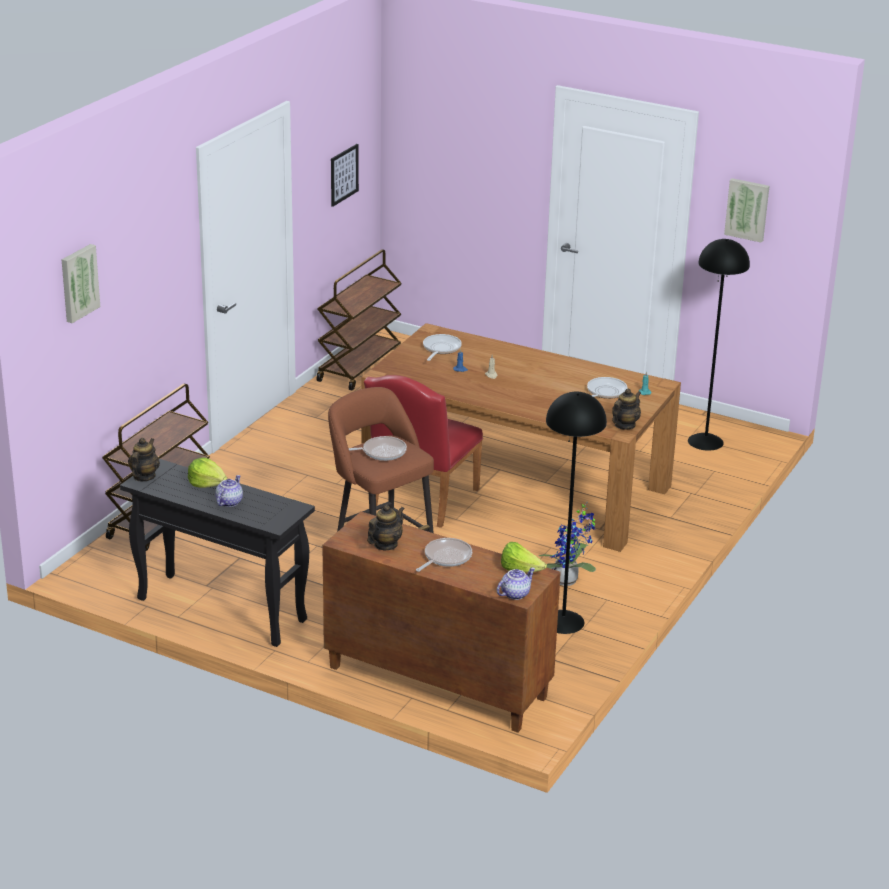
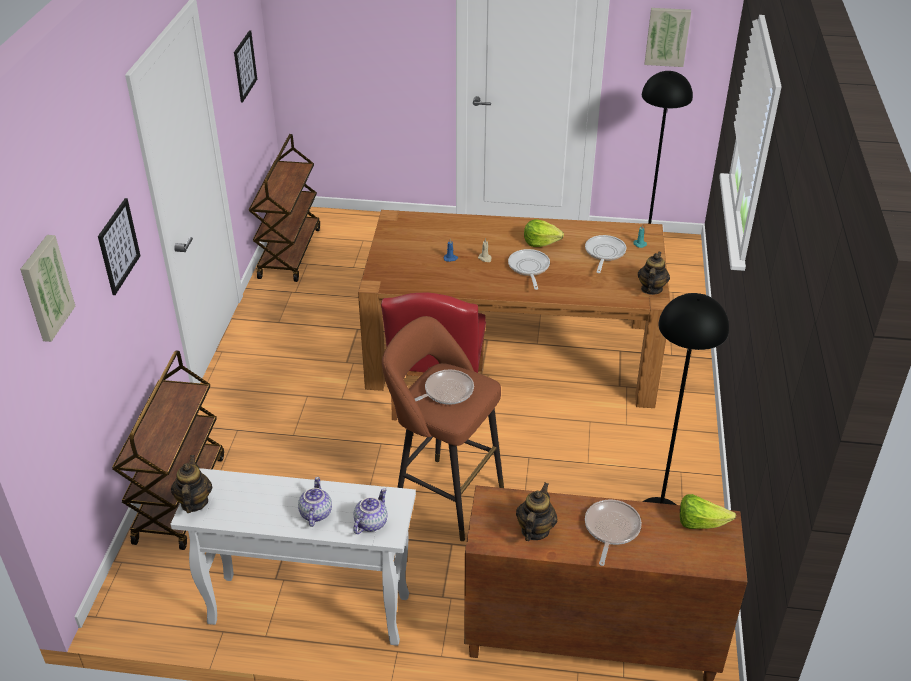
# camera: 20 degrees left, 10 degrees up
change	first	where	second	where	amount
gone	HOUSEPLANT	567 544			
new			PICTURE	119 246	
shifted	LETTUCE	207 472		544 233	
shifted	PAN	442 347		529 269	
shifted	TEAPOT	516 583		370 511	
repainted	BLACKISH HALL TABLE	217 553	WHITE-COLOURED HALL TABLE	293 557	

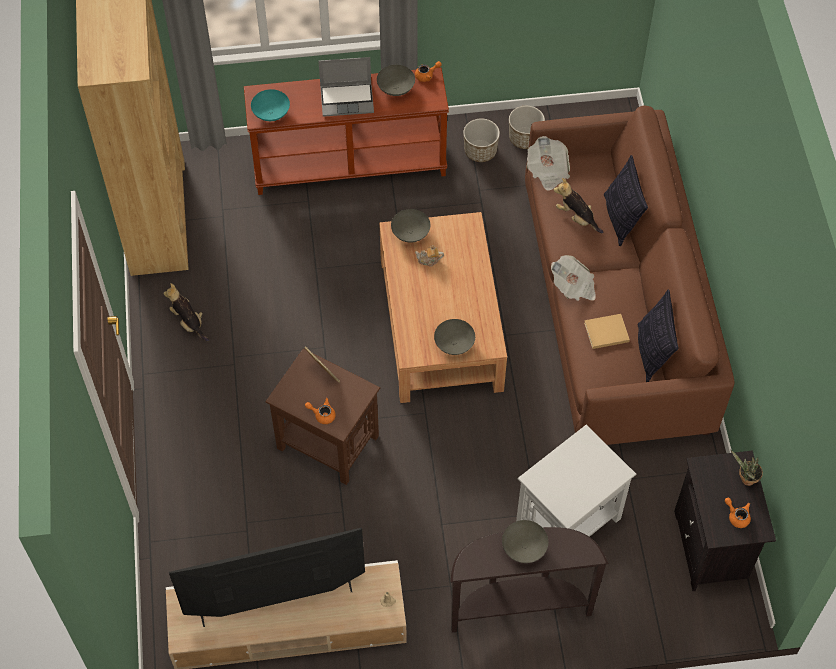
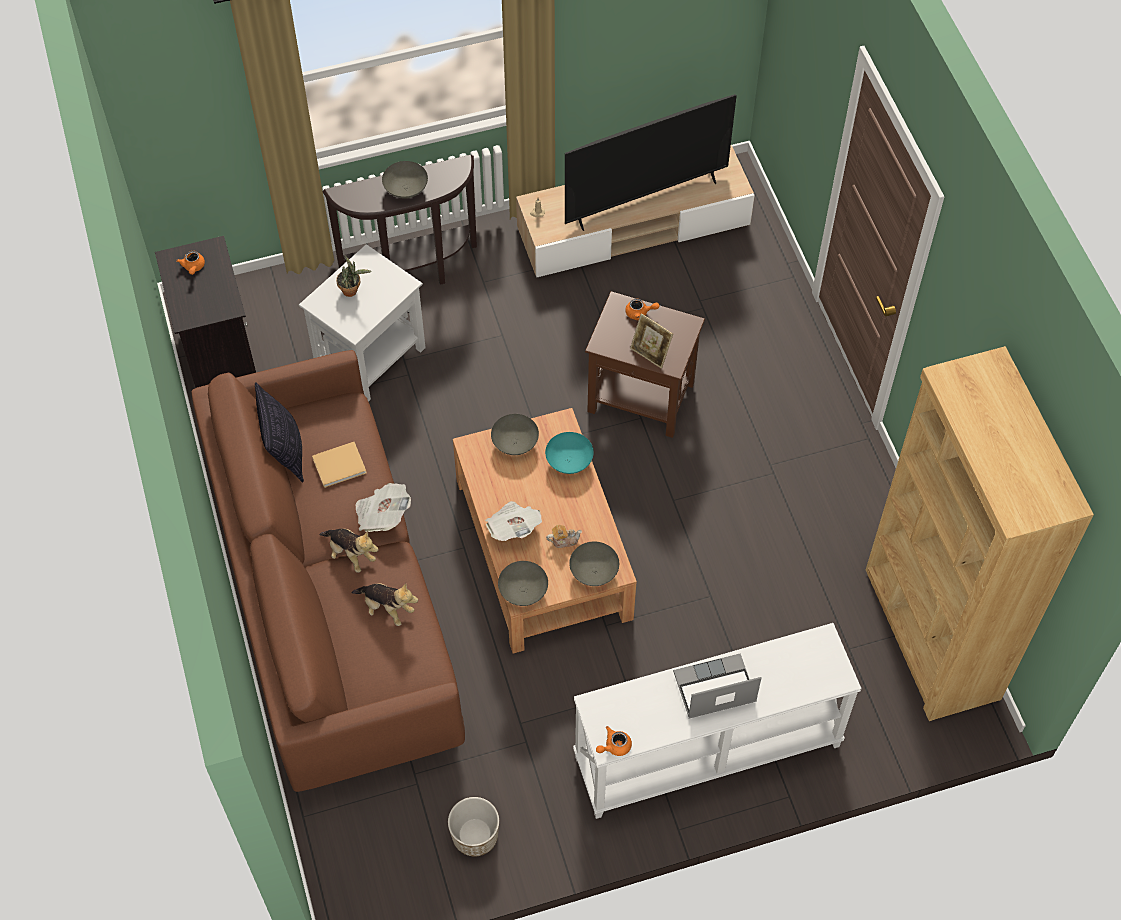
# camera: 170 degrees right, 0 degrees up
change	first	where	second	where	amount
gone	FLOWER POT	481 140			
gone	THROW PILLOW	626 200			
shifted	SOFT TOY	186 312		349 551	
shifted	TURQUOISE SERVING BOWL	270 105		569 453	
shifted	GREYISH SERVING BOWL	396 80		523 583	
shifted	DAILY PAPER	548 163		513 521	
shifted	HOUSEPLANT	747 468		354 276	
repainted	BROWN HALL TABLE	346 131	WHITE-COLOURED HALL TABLE	717 721	
rotated	ORANGEY TEAPOT	738 513		190 263	45 degrees clockwise

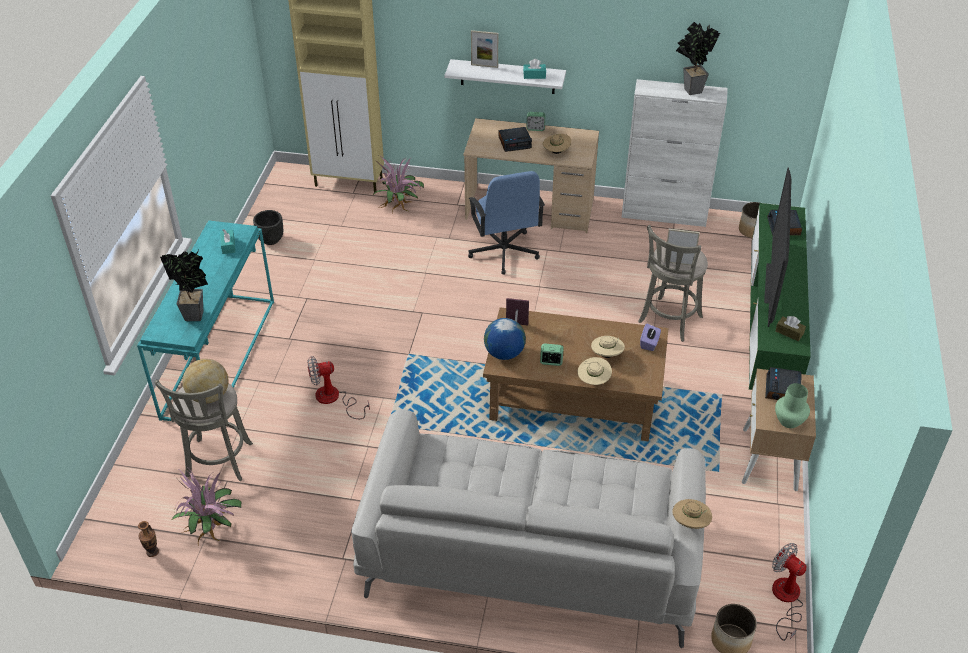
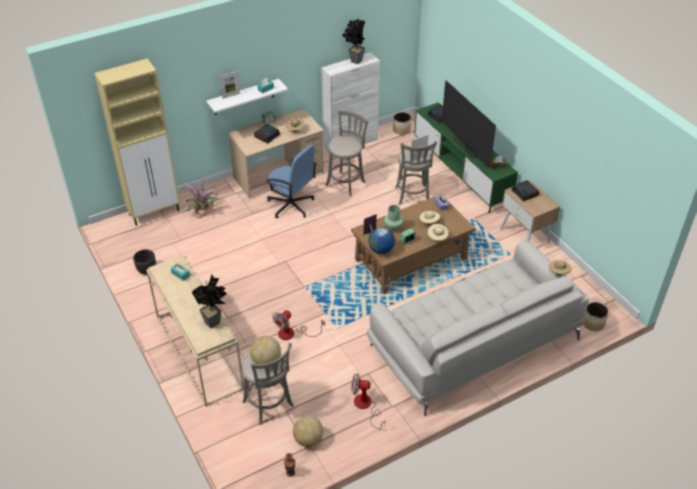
# camera: 40 degrees left, 0 degrees up
change	first	where	second	where	amount
new			GREYISH SITTING STOOL	347 153	
shifted	ELECTRIC FAN	789 592		368 401	
shifted	GREENISH FLOWER VASE	792 405		393 218	
swapped	HOUSEPLANT	206 506	DESK GLOBE	308 431	
repainted	TURQUOISE HALL TABLE	205 321	BEIGE HALL TABLE	195 331	

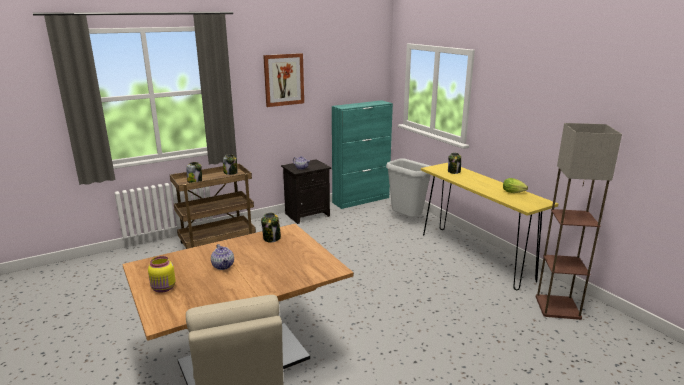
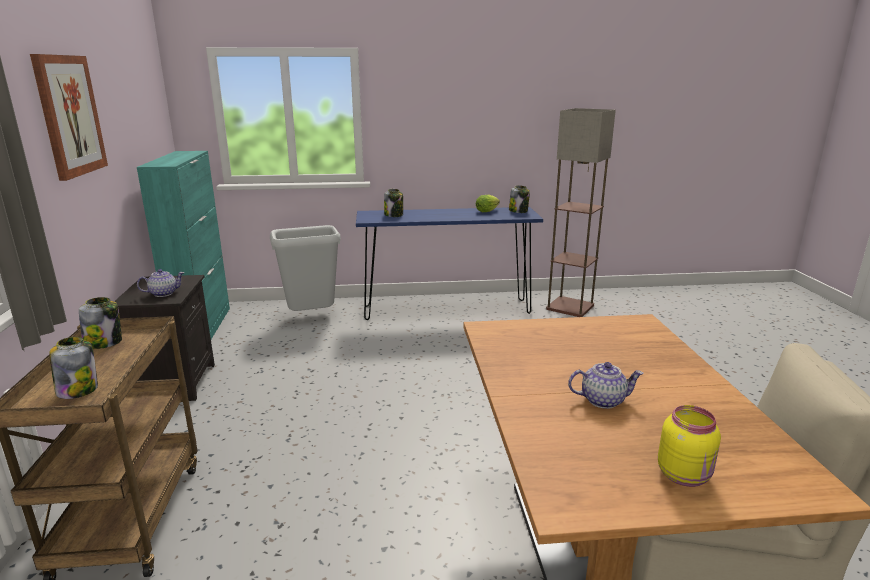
# camera: 65 degrees left, 0 degrees up
change	first	where	second	where	amount
shifted	JAR	271 227		519 199	
repainted	YELLOW-COLOURED HALL TABLE	489 226	BLUISH HALL TABLE	449 263	

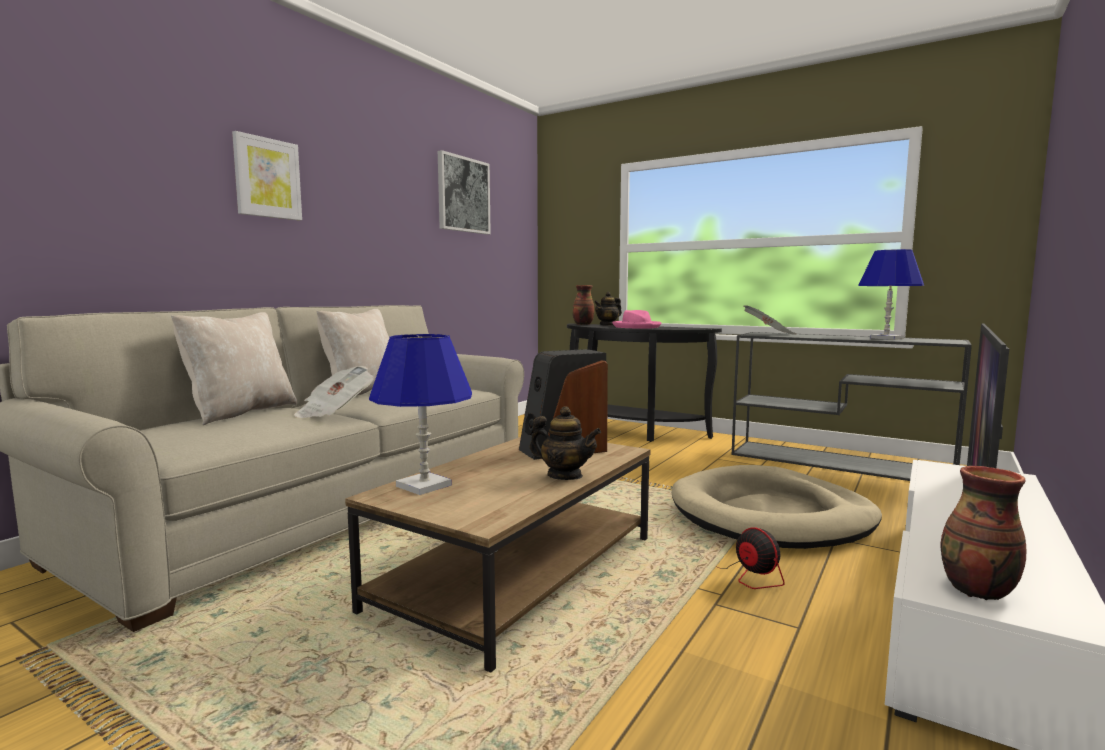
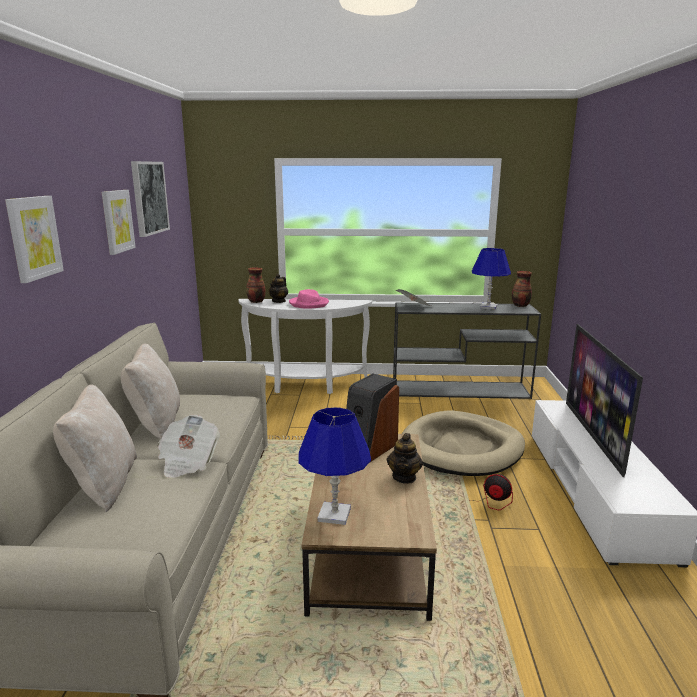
# camera: 30 degrees left, 10 degrees up
change	first	where	second	where	amount
new			PICTURE	119 222	
shifted	FLOWER VASE	983 533		522 289	
repainted	BLACKISH HALL TABLE	644 382	WHITE-COLOURED HALL TABLE	305 346	
rotated	TEAPOT	565 443		405 458	105 degrees clockwise

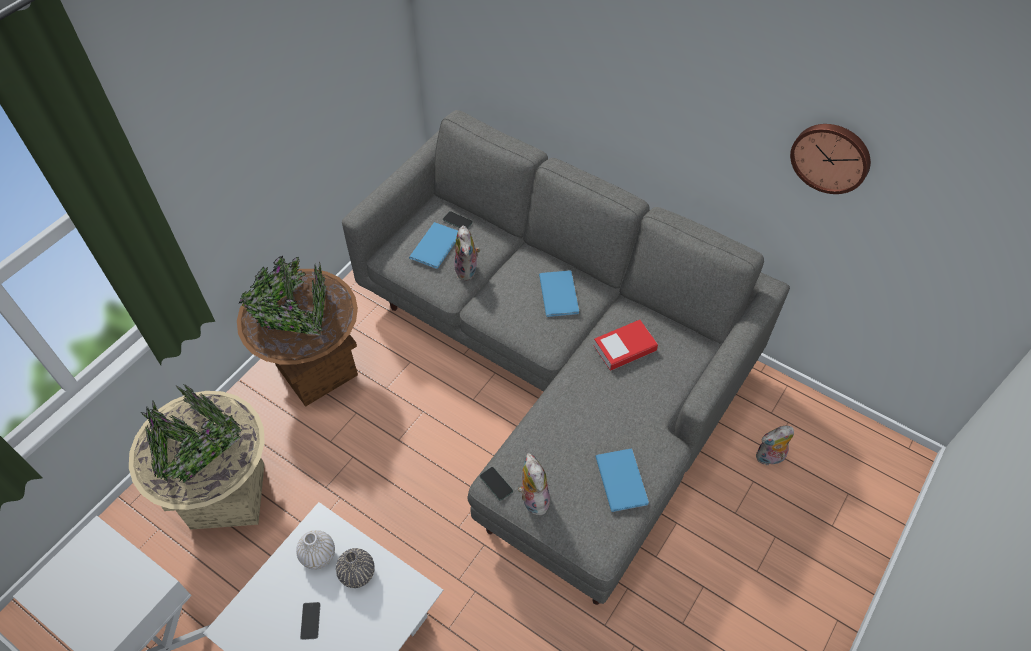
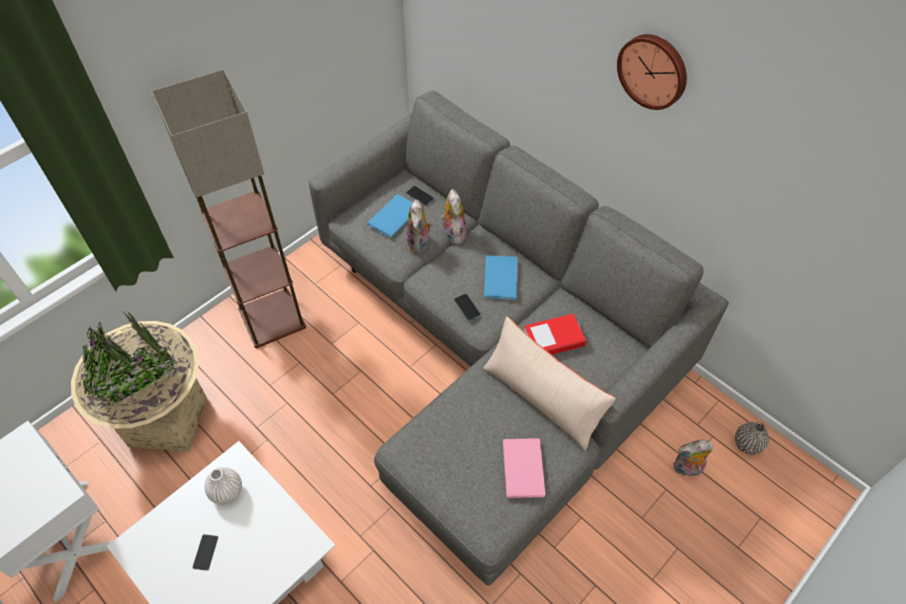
# camera: 10 degrees right, 0 degrees up
change	first	where	second	where	amount
new			BEIGE THROW PILLOW	549 383	
shifted	GREYISH FLOWER VASE	355 568		752 438	
shifted	HANDSET	496 484		467 307	
shifted	SOFT TOY	534 484		453 216	
shifted	WALL CLOCK	830 159		652 72	
swapped	BROWN FLOWER POT	297 331	STANDING LAMP	228 208	
repainted	BLUISH BOOK	622 480	PINKISH BOOK	524 468	

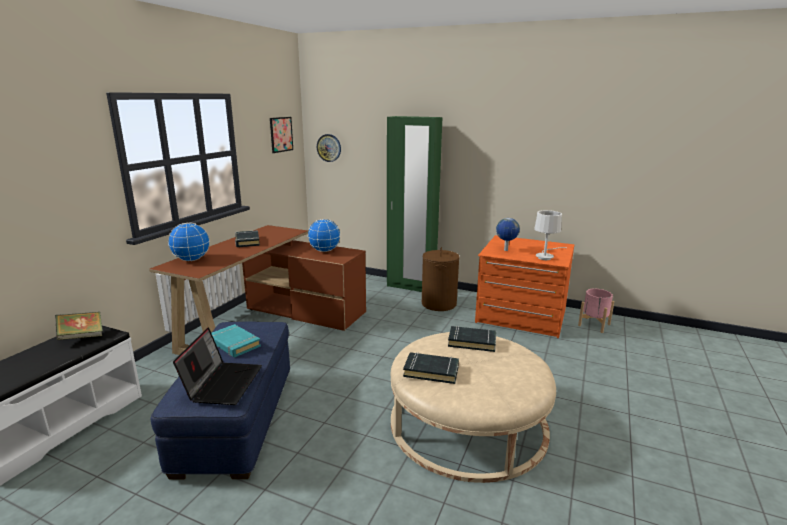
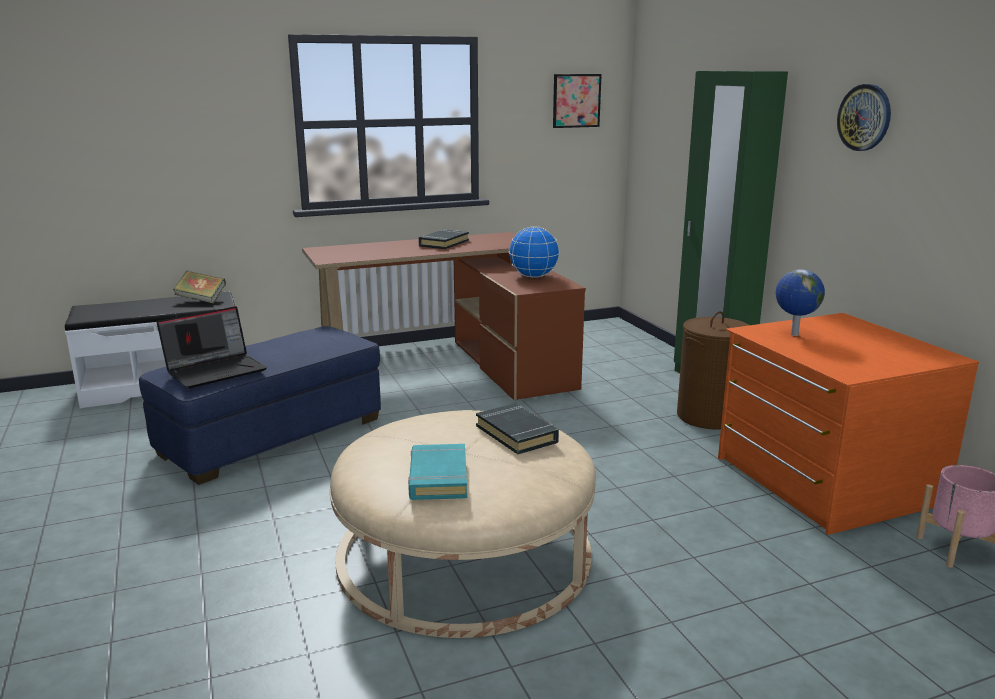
# camera: 45 degrees right, 0 degrees up
change	first	where	second	where	amount
gone	DESK GLOBE	189 242			
gone	BLACKISH BOOK	431 368			
gone	WHITE-COLOURED TABLE LAMP	550 235			
shifted	TURQUOISE BOOK	236 340		437 472	
shifted	WALL CLOCK	329 148		864 117	

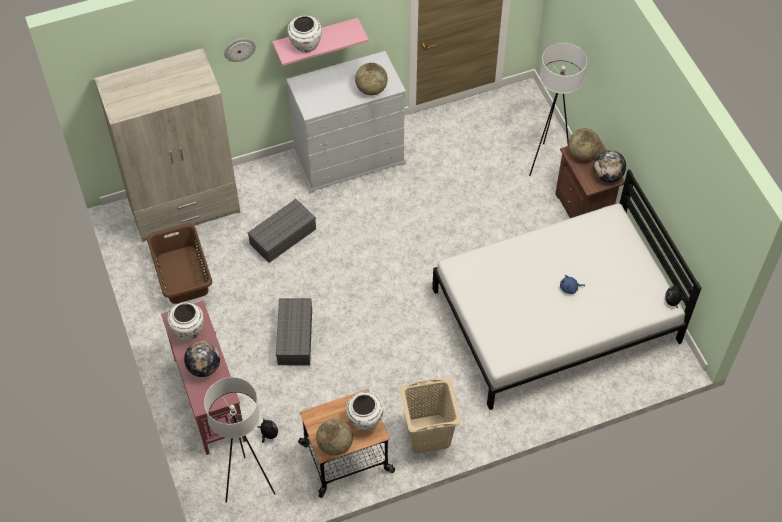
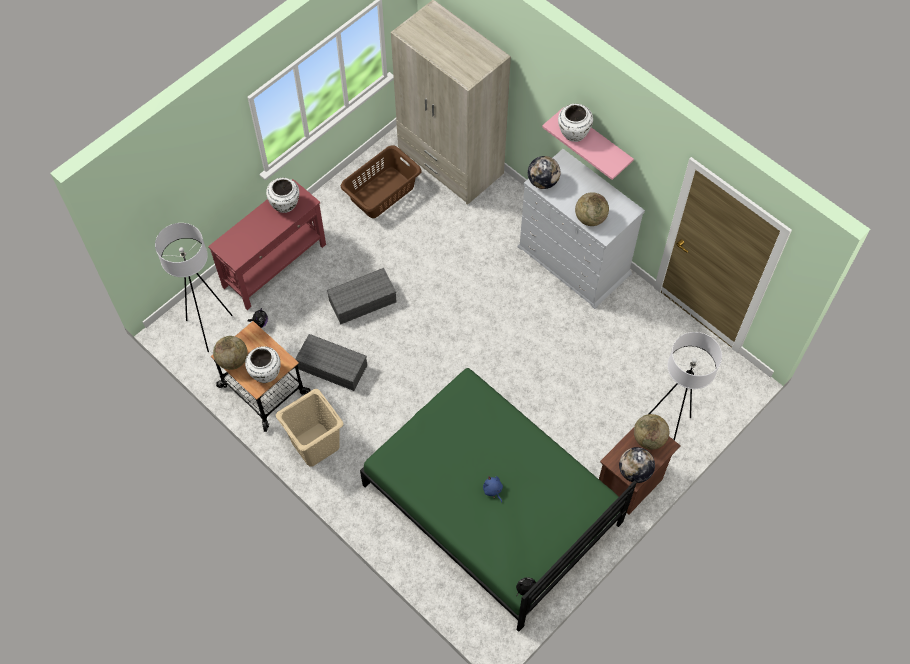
# camera: 65 degrees right, 5 degrees up
change	first	where	second	where	amount
gone	WALL CLOCK	240 50			
shifted	DESK GLOBE	202 359		544 172	
shifted	GREYISH STORAGE BIN	282 231		331 362	
repainted	WHITE-COLOURED SLEEPING BED	566 289	GREENISH SLEEPING BED	498 500	

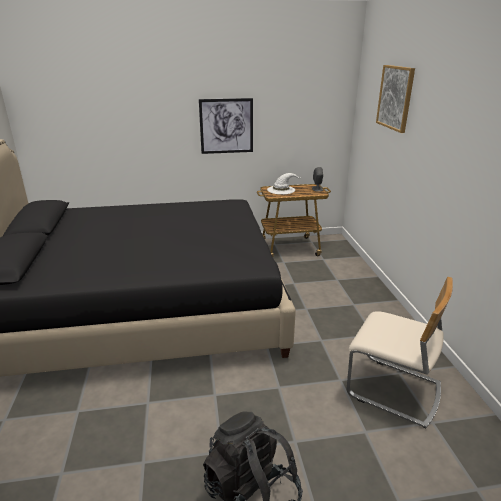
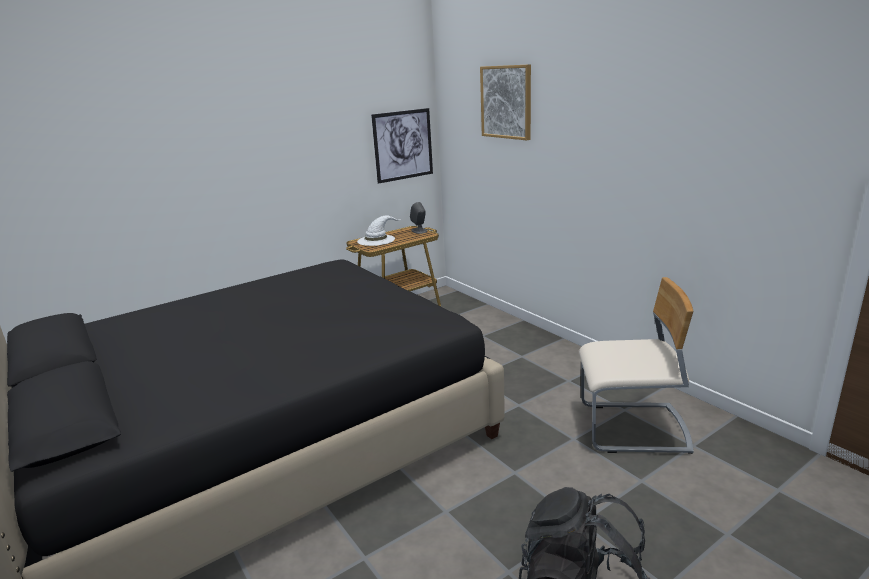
# camera: 25 degrees left, 5 degrees down
change	first	where	second	where	amount
shifted	PICTURE	226 126		402 146	

